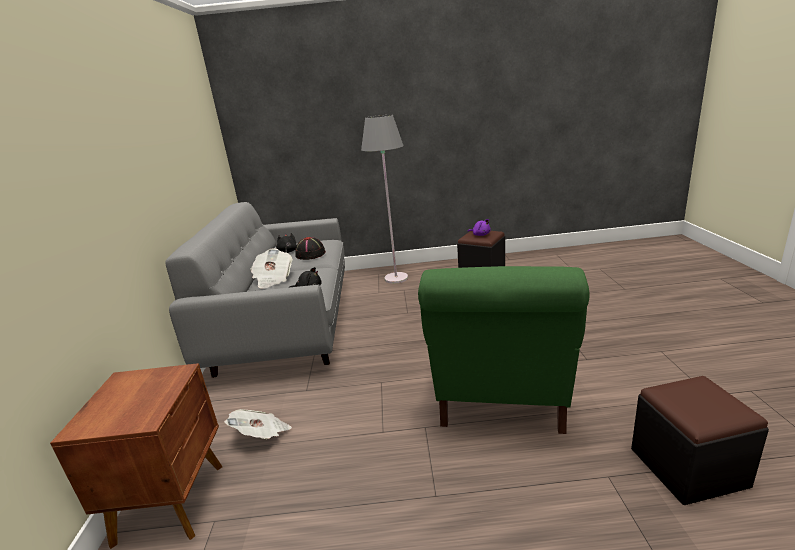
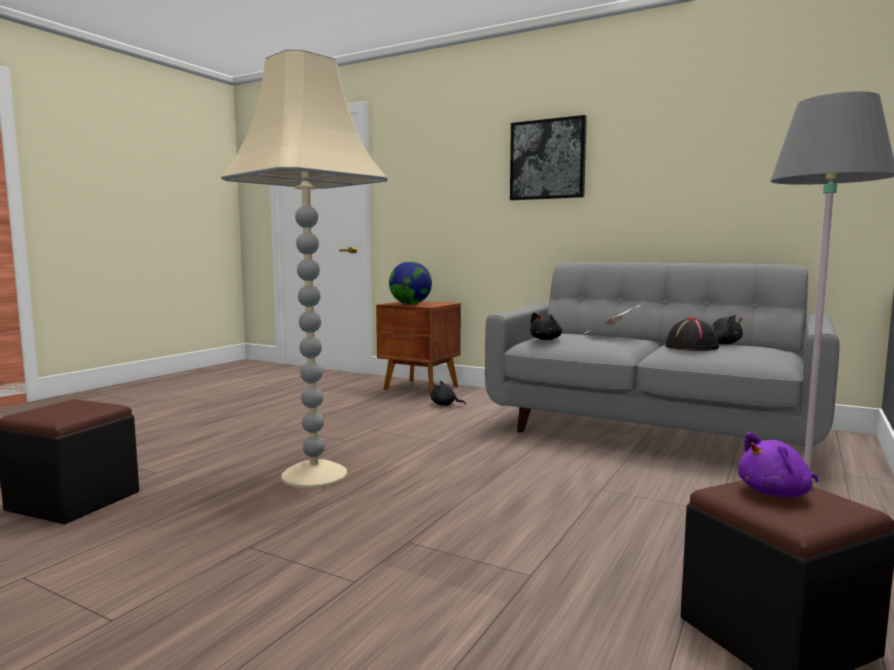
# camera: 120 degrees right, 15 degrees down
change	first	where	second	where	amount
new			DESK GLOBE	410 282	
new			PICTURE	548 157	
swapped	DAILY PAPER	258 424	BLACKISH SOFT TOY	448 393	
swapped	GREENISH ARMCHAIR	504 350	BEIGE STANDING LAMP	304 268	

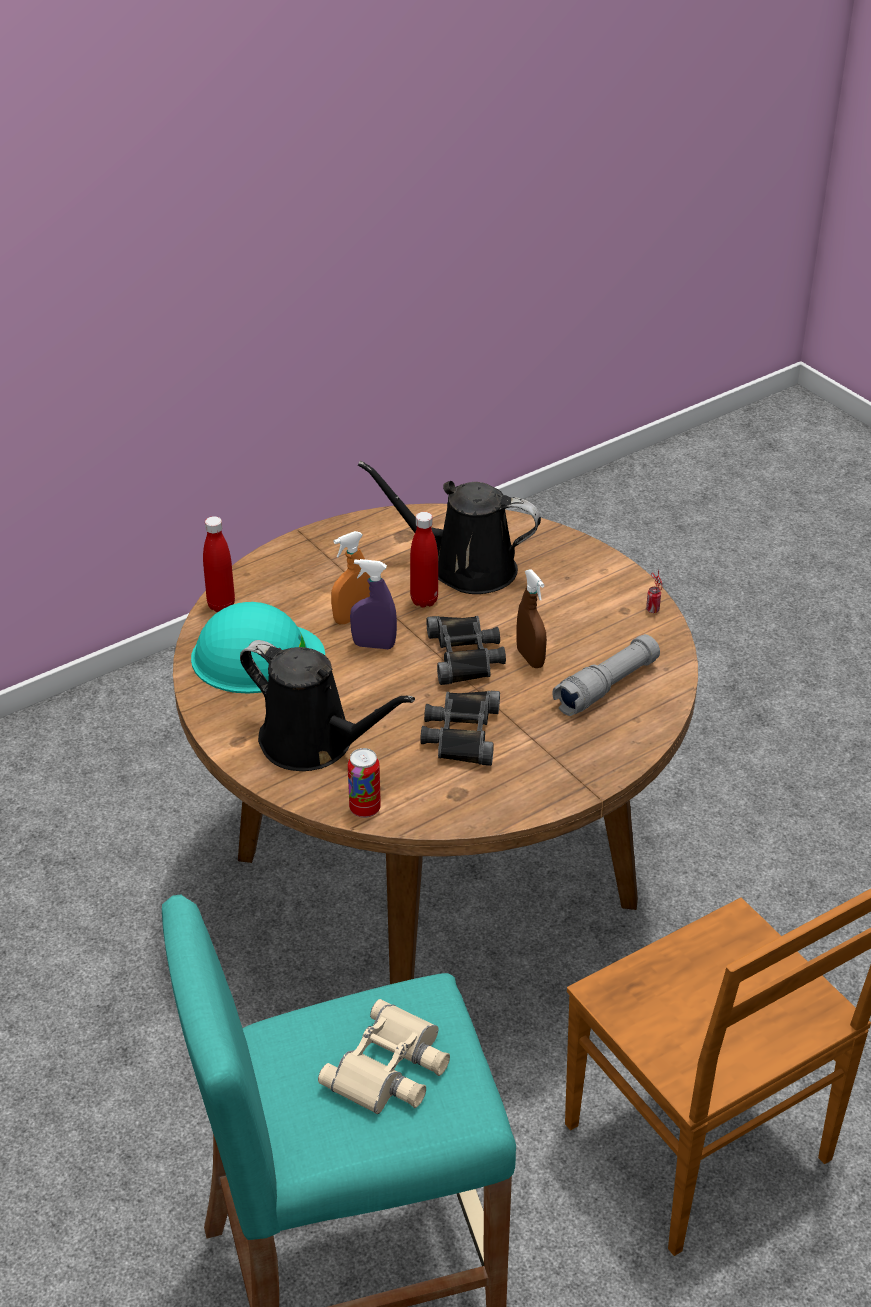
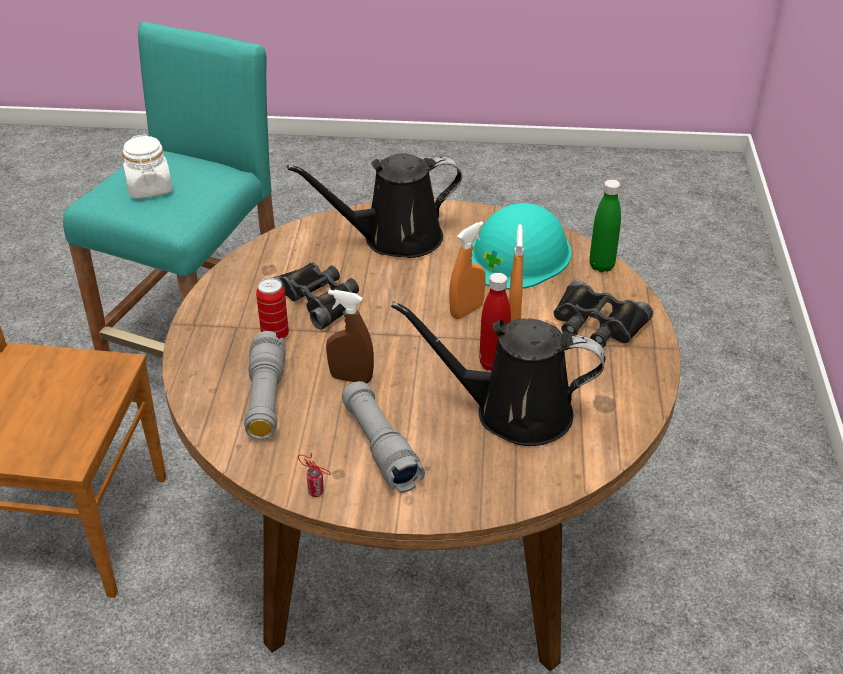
# camera: 130 degrees right, 0 degrees up
change	first	where	second	where	amount
new			GREYISH HAND TORCH	383 437	
shifted	METAL CAN	364 783		272 308	
shifted	BLACKISH FIELD GLASSES	466 650		603 314	
swapped	BEIGE FIELD GLASSES	384 1056	WHITE-COLOURED JAR	148 167	
repainted	RED-COLOURED BEVERAGE BOTTLE	219 564	GREENISH BEVERAGE BOTTLE	605 225	
repainted	PURPLE SPRAY BOTTLE	373 604	ORANGEY SPRAY BOTTLE	467 270	
rotated	BLACKISH WATERING POT	449 527		498 373	135 degrees counterclockwise

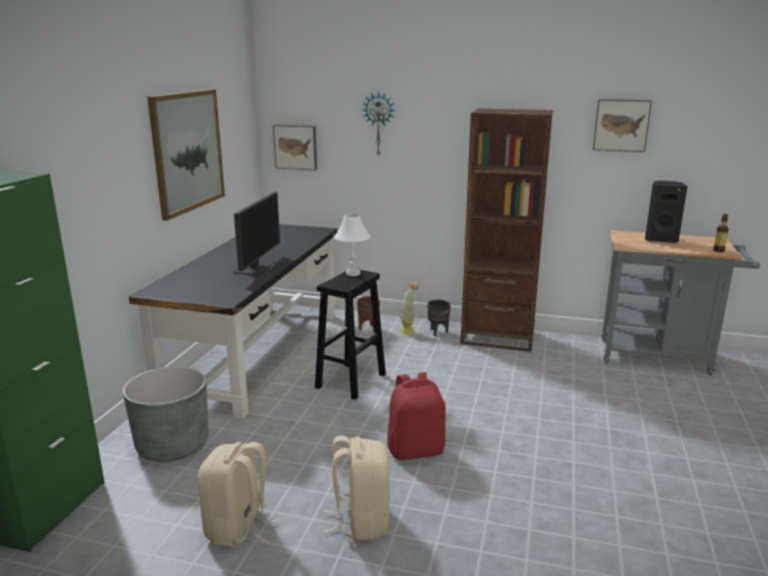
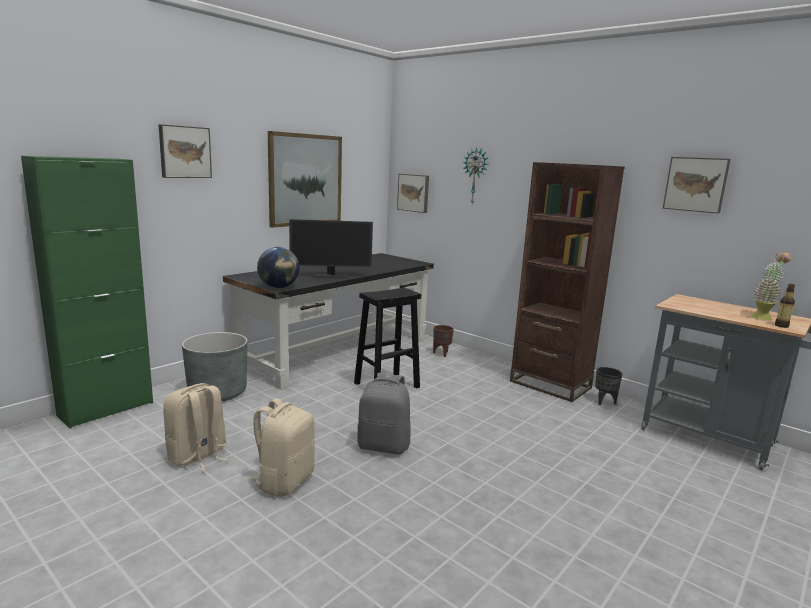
# camera: 25 degrees right, 5 degrees down
change	first	where	second	where	amount
gone	WHITE-COLOURED TABLE LAMP	352 245			
gone	BLACKISH LOUDSPEAKER	666 212			
new			PICTURE	185 151	
new			DESK GLOBE	278 267	
shifted	HOUSEPLANT	409 308		771 286	
shifted	BLACKISH FLOWER POT	439 318		608 386	
repainted	RED-COLOURED RUCKSACK	416 416	GREYISH RUCKSACK	384 414	
rotated	COMPUTER SCREEN	256 233		331 248	45 degrees clockwise

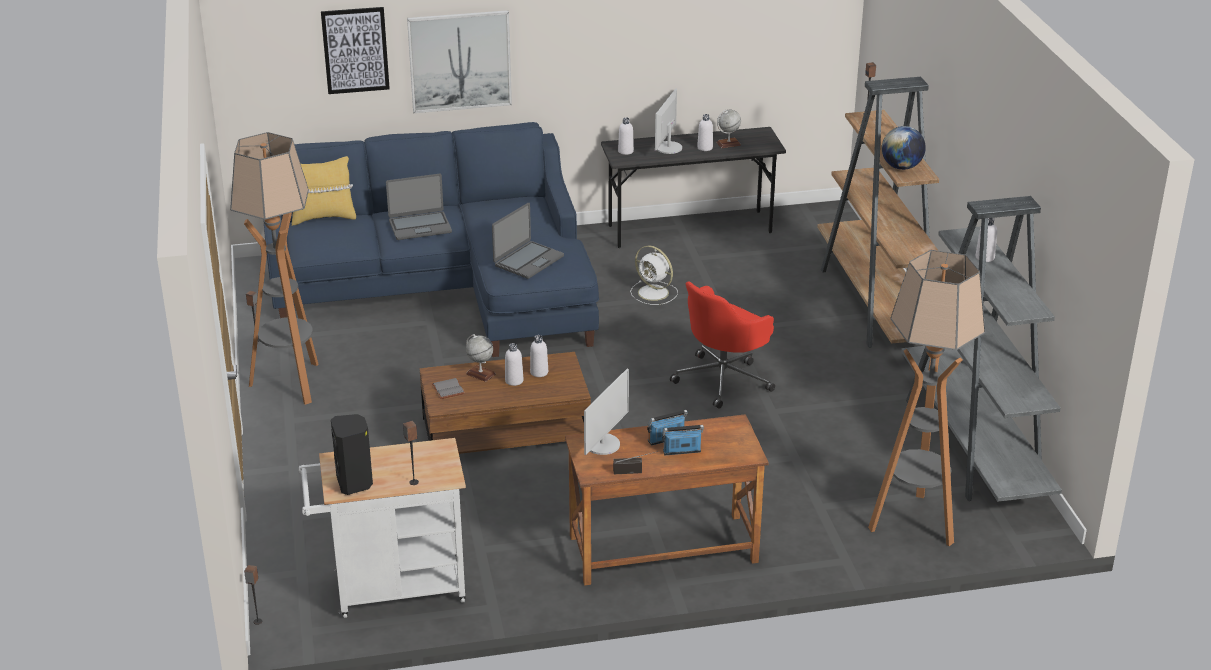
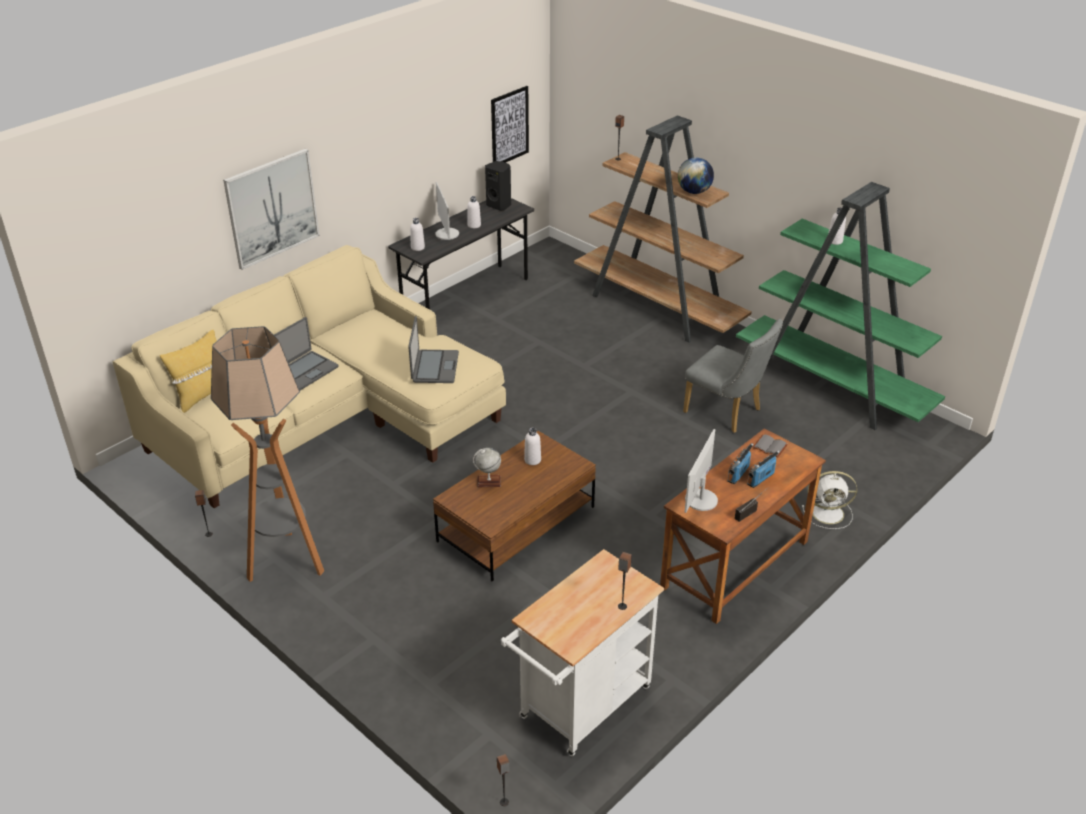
# camera: 35 degrees left, 5 degrees up
change	first	where	second	where	amount
gone	WHITE-COLOURED BEVERAGE BOTTLE	514 364			
gone	RED-COLOURED DESK CHAIR	722 345			
gone	DESK GLOBE	728 129			
gone	STANDING LAMP	926 398			
new			GREYISH PLAIN CHAIR	733 376	
shifted	PICTURE	355 50		510 124	
shifted	BLACKISH LOUDSPEAKER	352 454		498 186	
shifted	GREYISH BOOK	448 388		770 445	
shifted	WHITE-COLOURED ELECTRIC FAN	654 275		829 500	
repainted	BLUISH SOFA	431 239	BEIGE SOFA	309 376	
repainted	GREYISH SHELVING UNIT	981 349	GREENISH SHELVING UNIT	840 306	
rotated	COMPUTER SCREEN	606 412		701 471	150 degrees counterclockwise

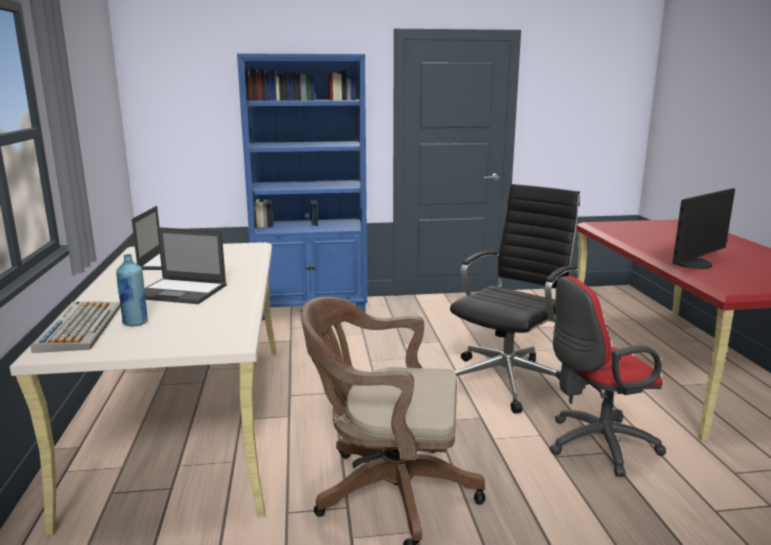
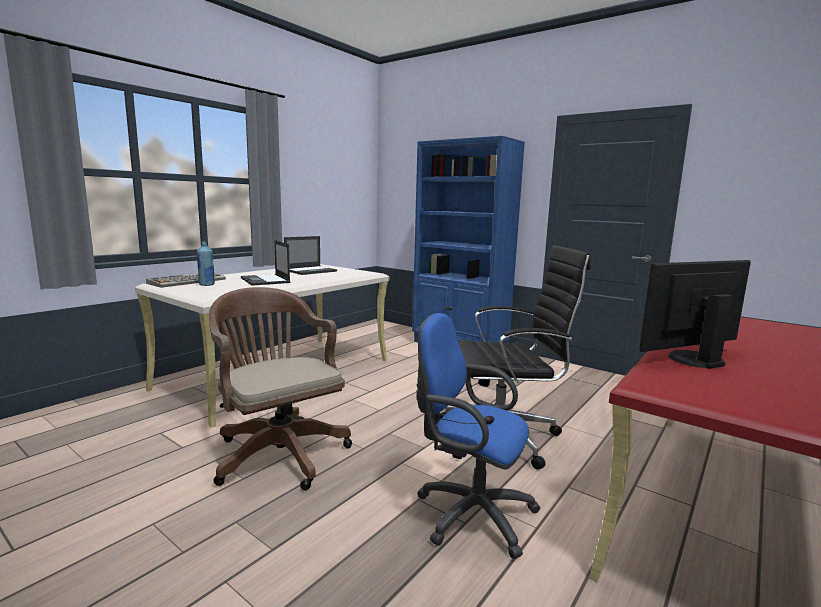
# camera: 45 degrees right, 5 degrees down
change	first	where	second	where	amount
repainted	RED-COLOURED DESK CHAIR	608 376	BLUISH DESK CHAIR	478 436	
rotated	COMPUTER SCREEN	703 228		695 314	150 degrees clockwise

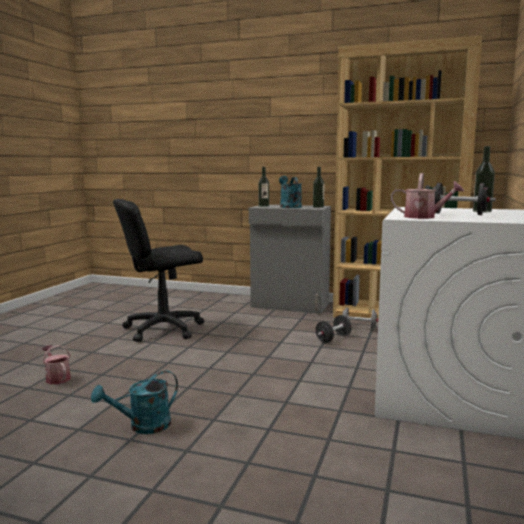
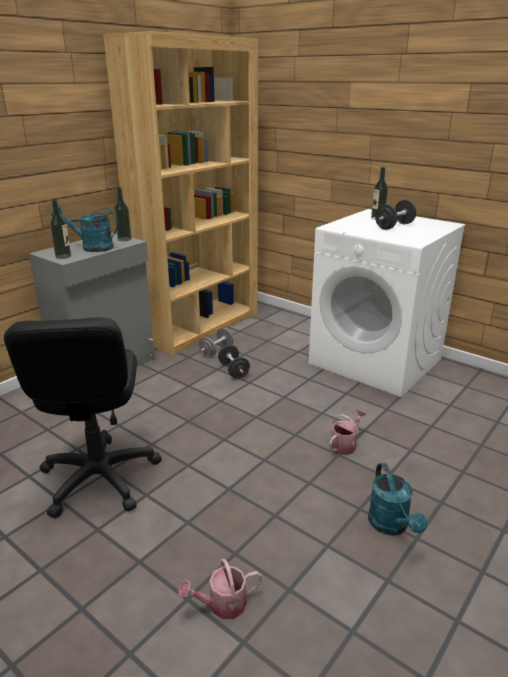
# camera: 70 degrees left, 15 degrees up
change	first	where	second	where	amount
shifted	WATERING POT	427 196		348 432	

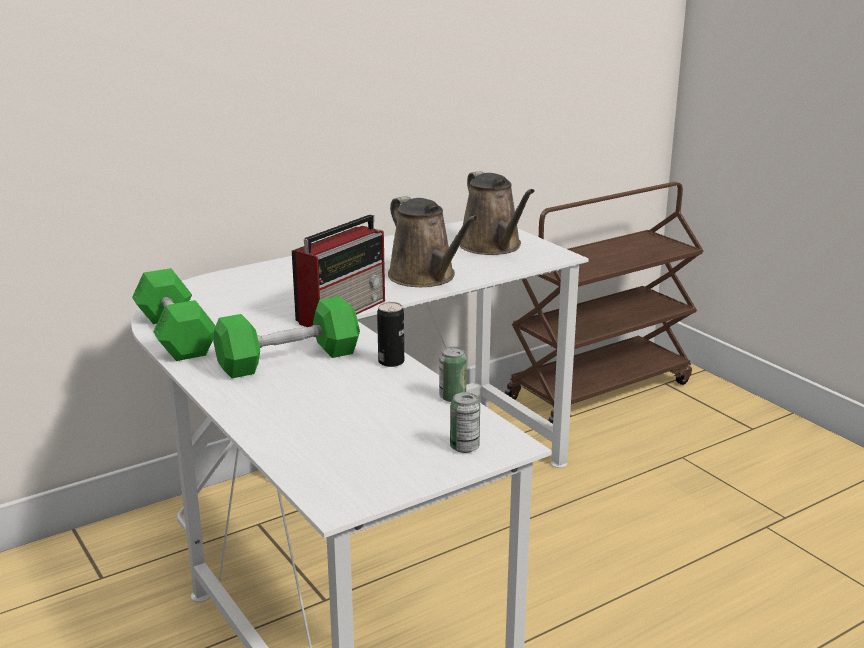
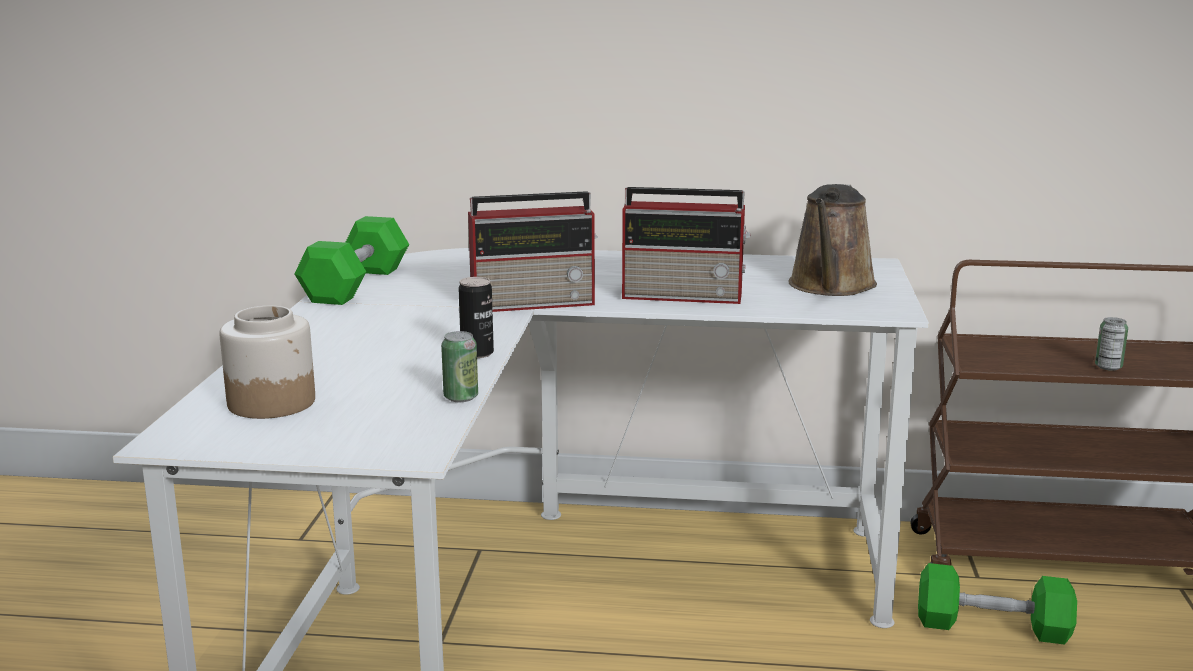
# camera: 40 degrees right, 5 degrees down
change	first	where	second	where	amount
new			JAR	267 362	
shifted	GREENISH HAND WEIGHT	286 337		997 604	
shifted	METAL CAN	465 422		1111 344	
swapped	BROWN WATERING POT	433 241	RADIO	686 245	

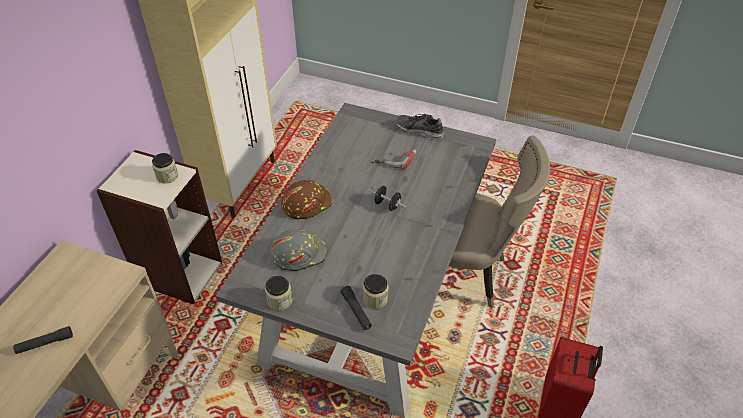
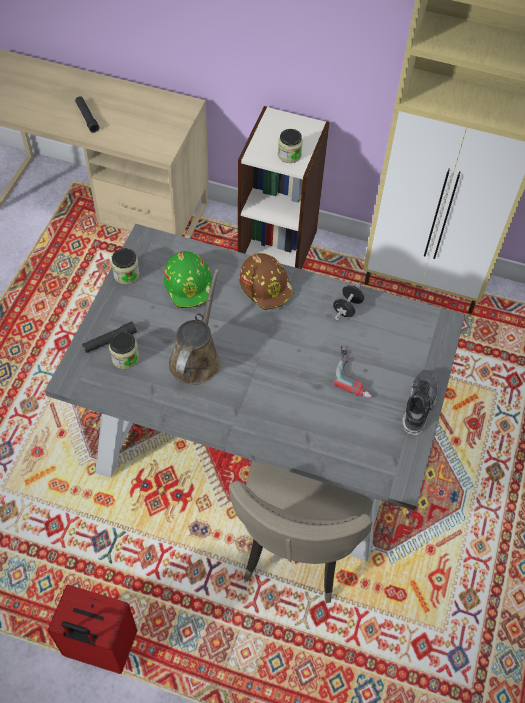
# camera: 85 degrees right, 10 degrees up
change	first	where	second	where	amount
new			BROWN WATERING POT	194 327	
shifted	BLACKISH HAND WEIGHT	388 198		348 301	
repainted	GREYISH HARD HAT	299 250	GREENISH HARD HAT	188 279	

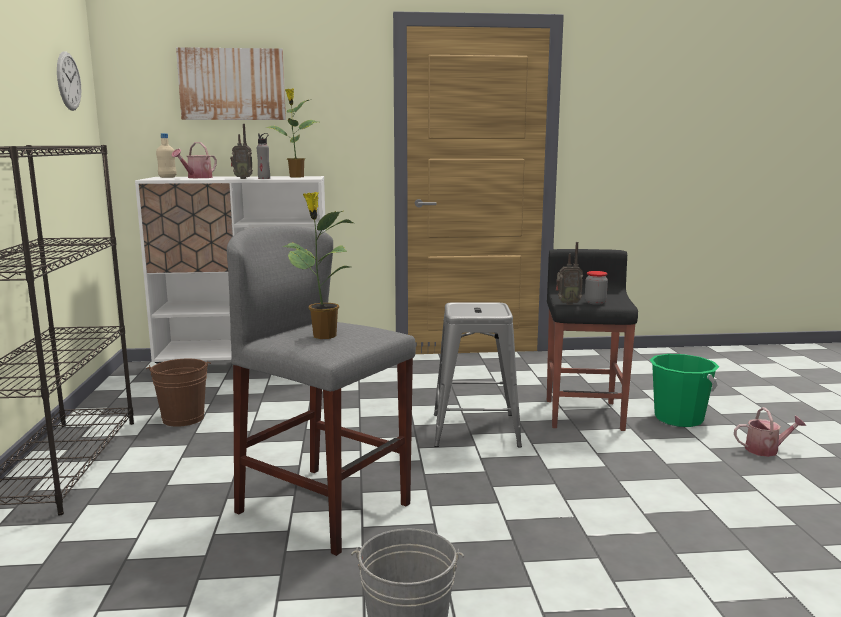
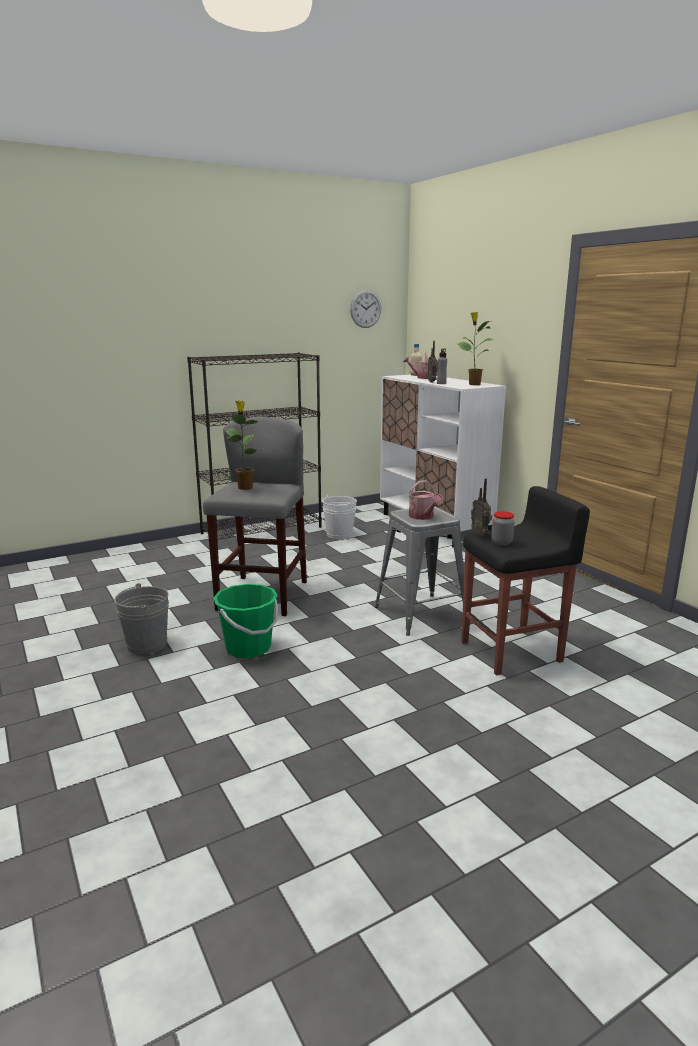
# camera: 65 degrees right, 5 degrees up
change	first	where	second	where	amount
gone	PICTURE	231 83			
shifted	GREENISH BUCKET	684 390		245 621	
shifted	WATERING POT	770 432		426 500	
repainted	BROWN BUCKET	178 393	WHITE-COLOURED BUCKET	339 517	

